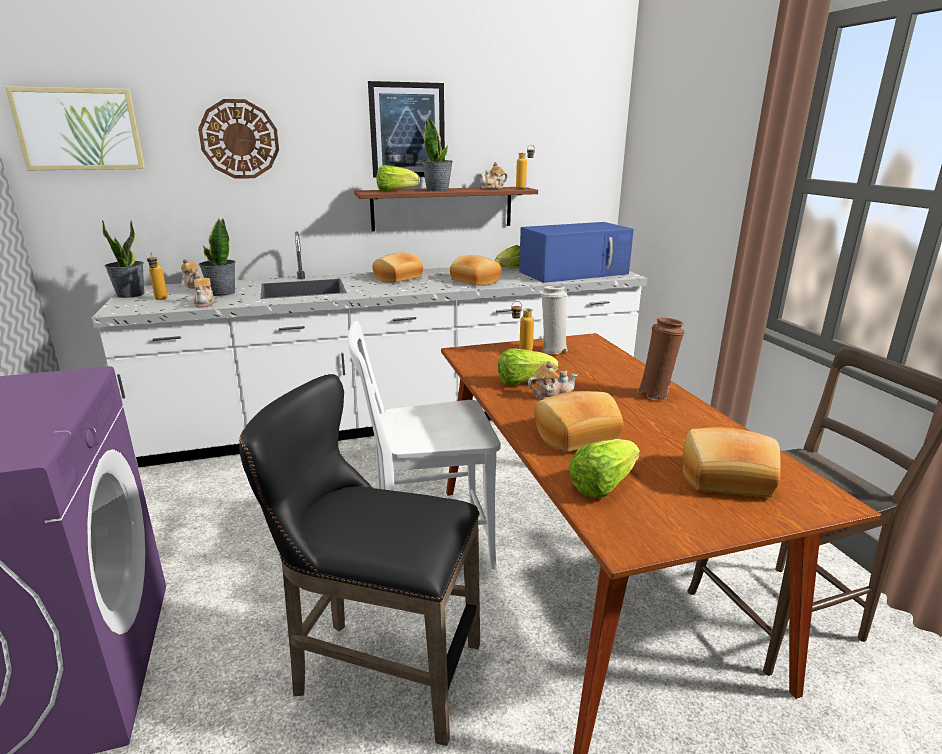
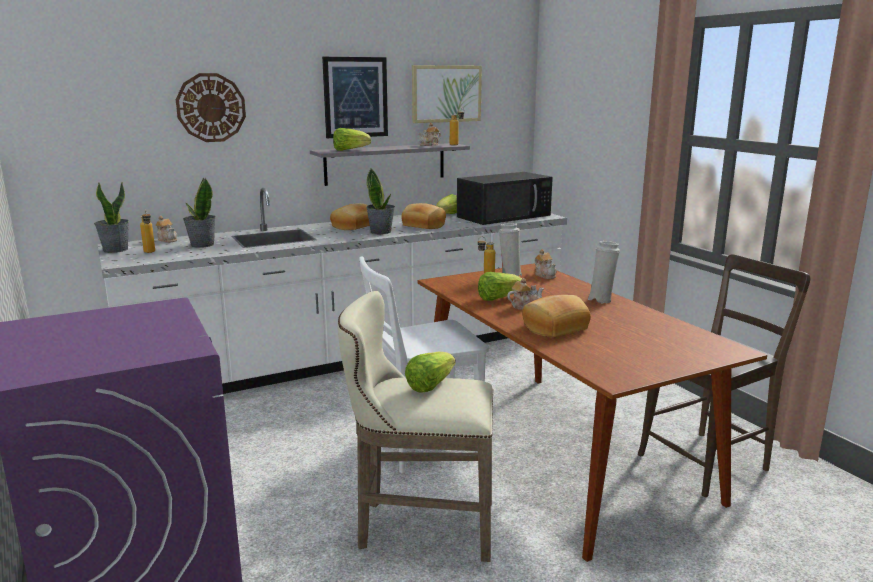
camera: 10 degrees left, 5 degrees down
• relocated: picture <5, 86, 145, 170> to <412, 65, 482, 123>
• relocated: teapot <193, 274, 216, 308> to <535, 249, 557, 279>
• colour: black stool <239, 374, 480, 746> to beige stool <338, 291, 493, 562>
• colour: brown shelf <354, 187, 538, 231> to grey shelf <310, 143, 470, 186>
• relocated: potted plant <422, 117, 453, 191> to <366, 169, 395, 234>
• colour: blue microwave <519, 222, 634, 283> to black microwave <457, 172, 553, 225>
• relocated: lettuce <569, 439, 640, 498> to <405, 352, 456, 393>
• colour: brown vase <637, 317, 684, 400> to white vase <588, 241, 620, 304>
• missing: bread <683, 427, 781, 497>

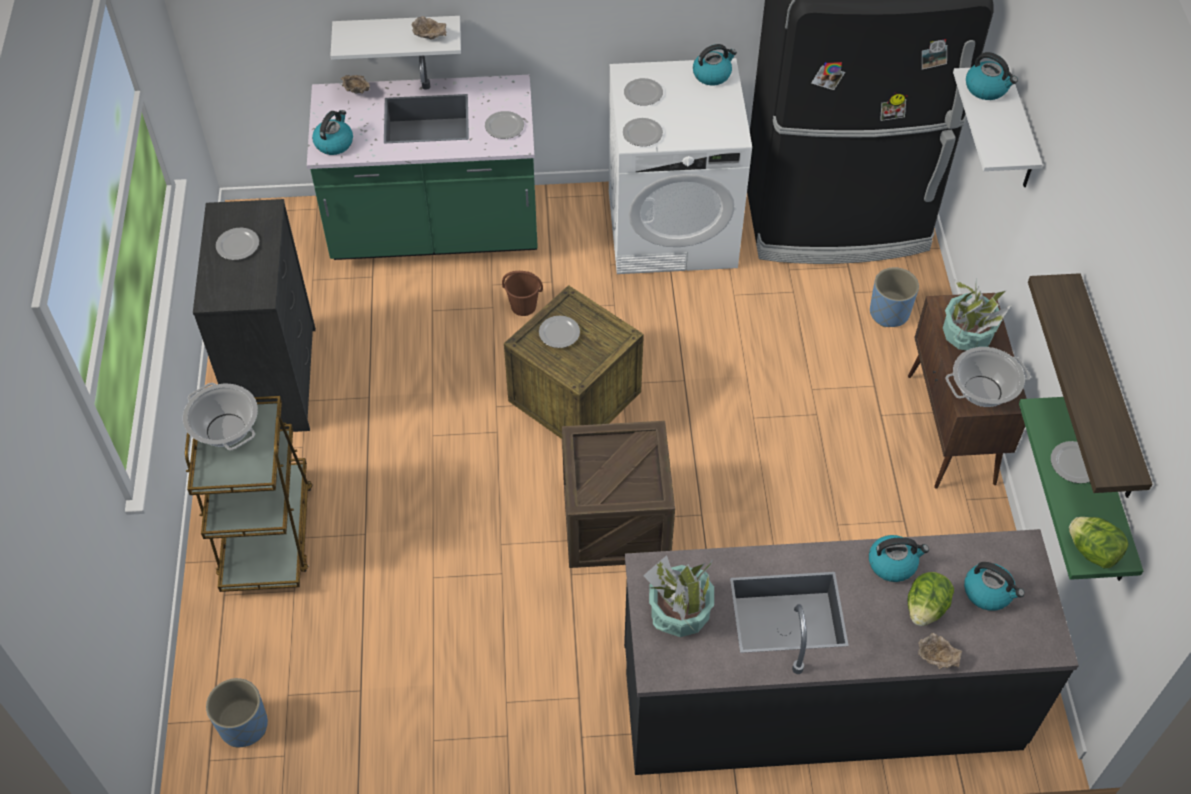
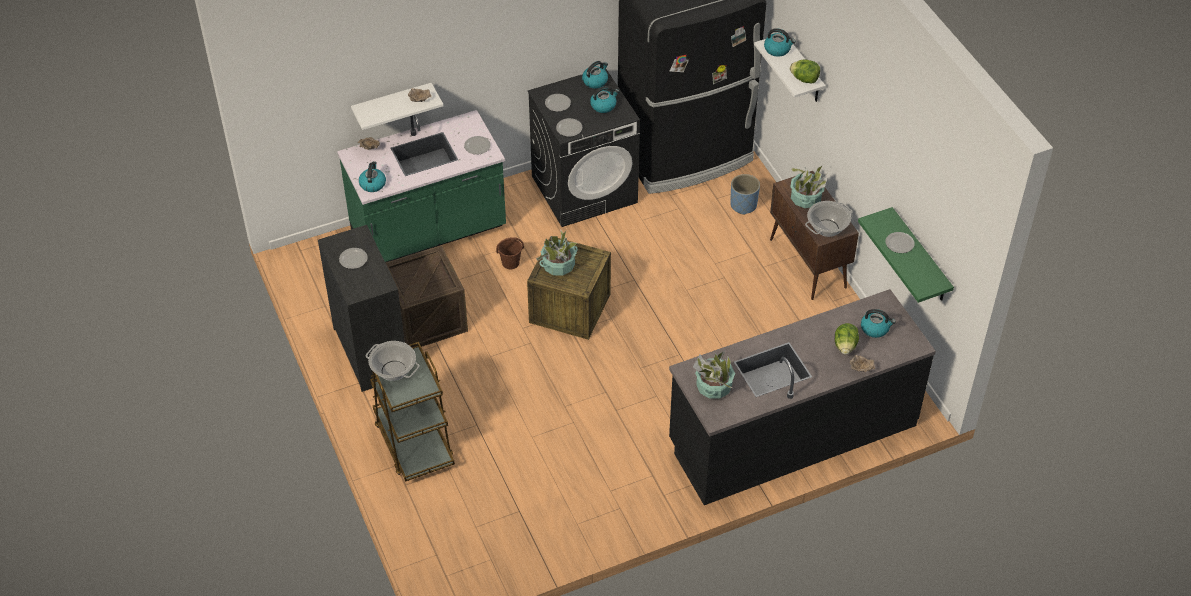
camera: 20 degrees left, 5 degrees down
• missing: blue planter <206, 678, 268, 747>
• exchanged: plate <539, 316, 580, 348> to potted plant <536, 229, 578, 276>
• relocated: crate <562, 421, 675, 568> to <386, 245, 468, 347>
• colour: white washing machine <609, 58, 752, 274> to black washing machine <528, 69, 640, 227>
• relocated: kettle <869, 535, 929, 582> to <590, 86, 619, 113>
• missing: shelf <1028, 273, 1152, 498>
• relocated: lettuce <1069, 517, 1128, 568> to <790, 60, 820, 84>

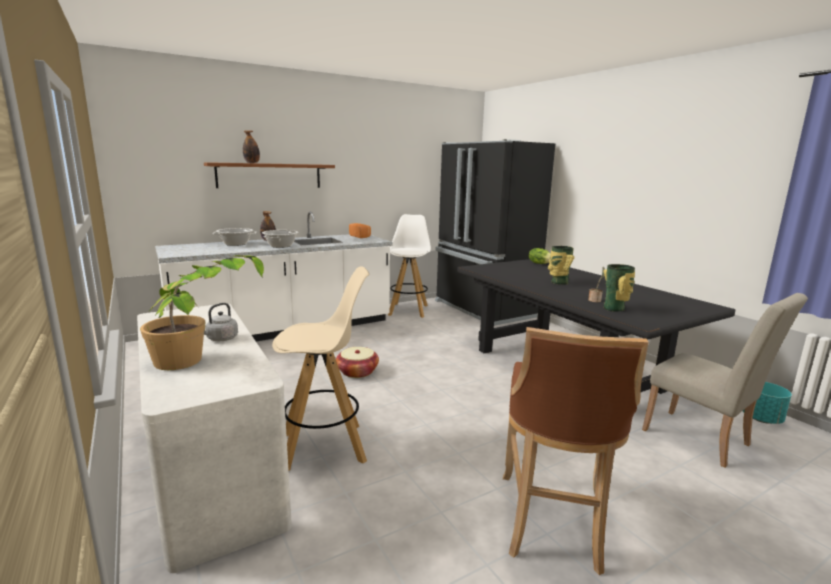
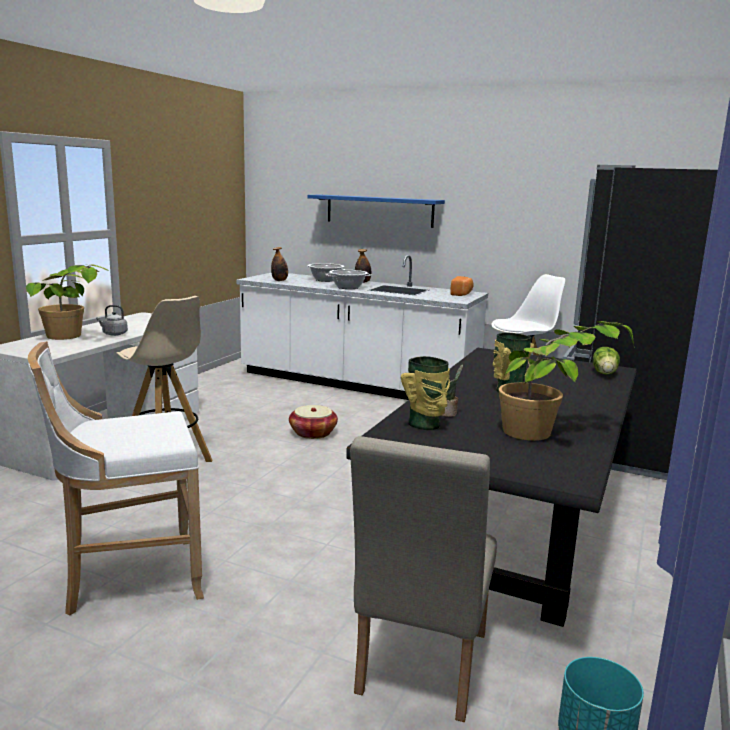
camera: 55 degrees right, 0 degrees up
• colour: brown shelf <204, 162, 335, 188> to blue shelf <308, 195, 445, 228>
• relocated: bottle <243, 130, 260, 163> to <271, 247, 288, 281>
• colour: brown stool <503, 327, 649, 575> to white stool <28, 341, 204, 616>
• appeared: potted plant <499, 321, 635, 441>

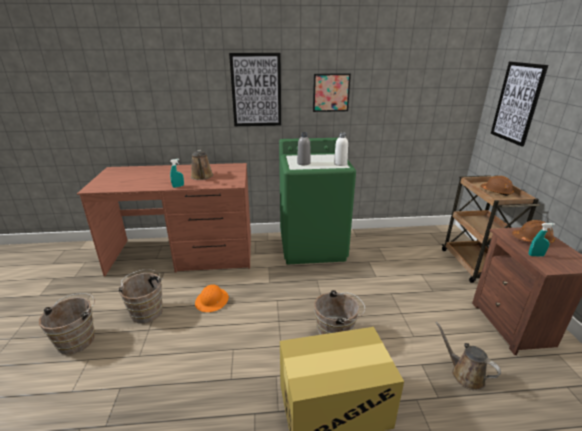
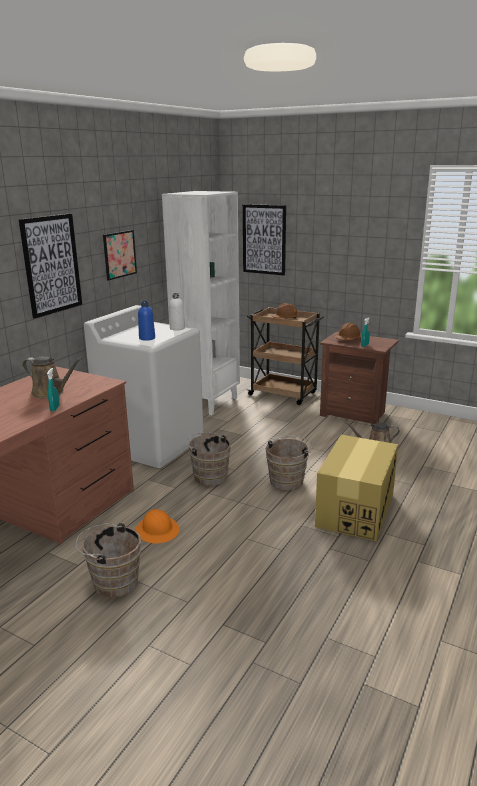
camera: 55 degrees left, 5 degrees down
• relocated: brown bucket <39, 293, 95, 355> to <185, 432, 231, 486>
• colour: green washing machine <279, 138, 356, 264> to white washing machine <84, 305, 203, 468>
• colour: grey bottle <297, 132, 311, 165> to blue bottle <138, 301, 155, 341>
• appeared: white bookcase <162, 191, 240, 415>

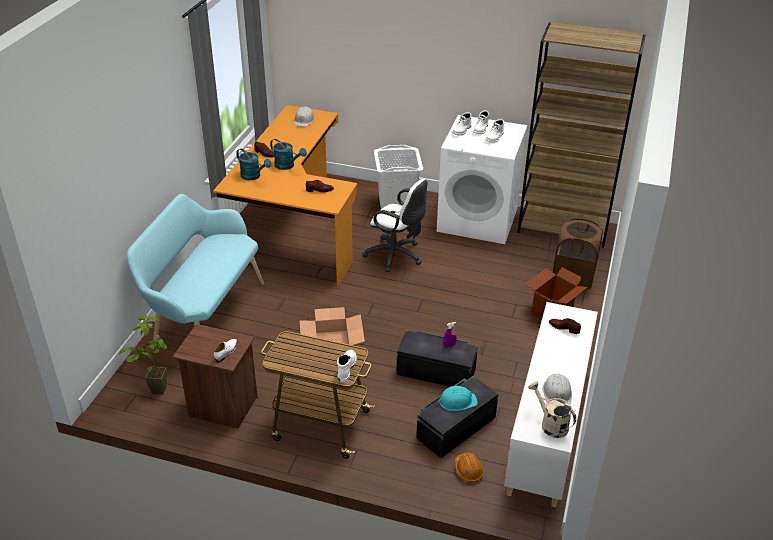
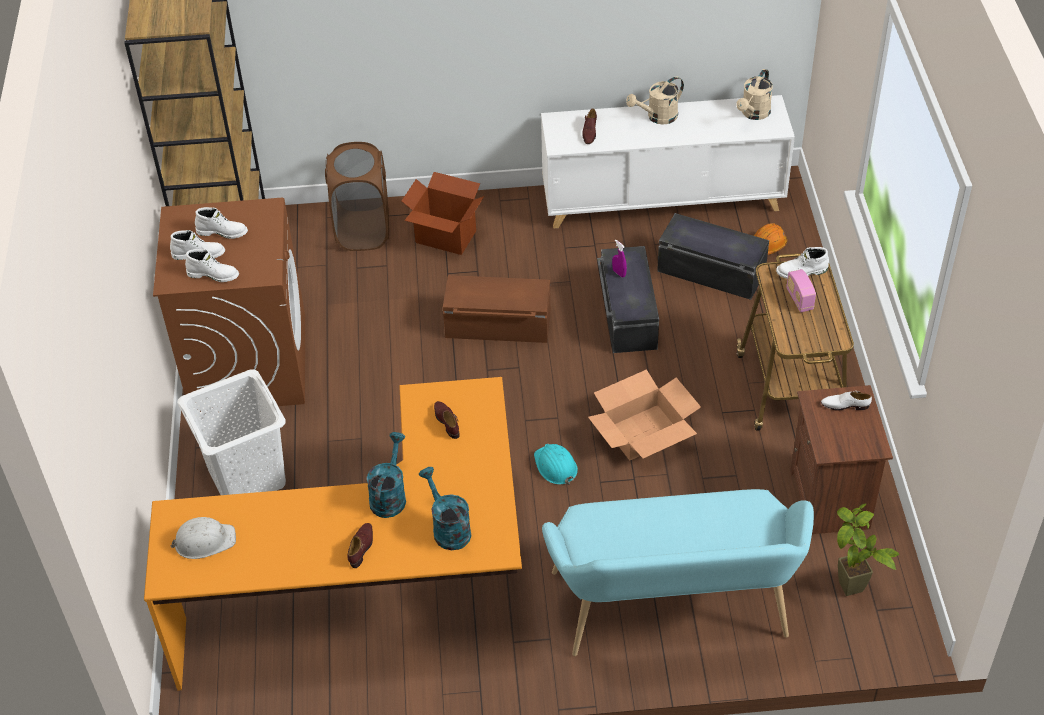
camera: 110 degrees left, 10 degrees up
• spun: turquoise watering can <236, 149, 272, 180> = <419, 467, 471, 550> 45 degrees counterclockwise
• missing: white office chair <363, 179, 428, 272>
• colour: white washing machine <437, 115, 528, 244> to brown washing machine <153, 198, 305, 412>
• relocated: turquoise hard hat <437, 386, 478, 411> to <534, 444, 578, 485>
• missing: white hard hat <543, 373, 572, 403>
• appeared: brown storage box <443, 275, 551, 343>
• appeared: beige watering can <626, 76, 684, 124>
• appeared: radio <786, 269, 816, 312>

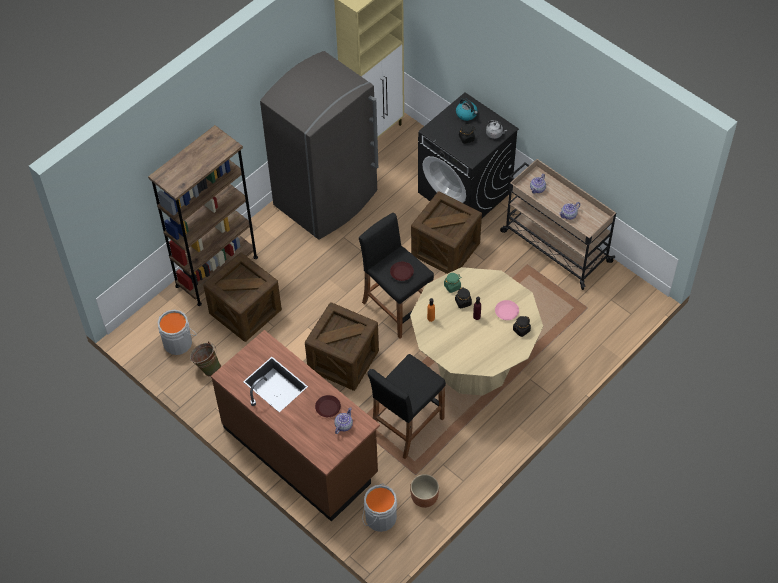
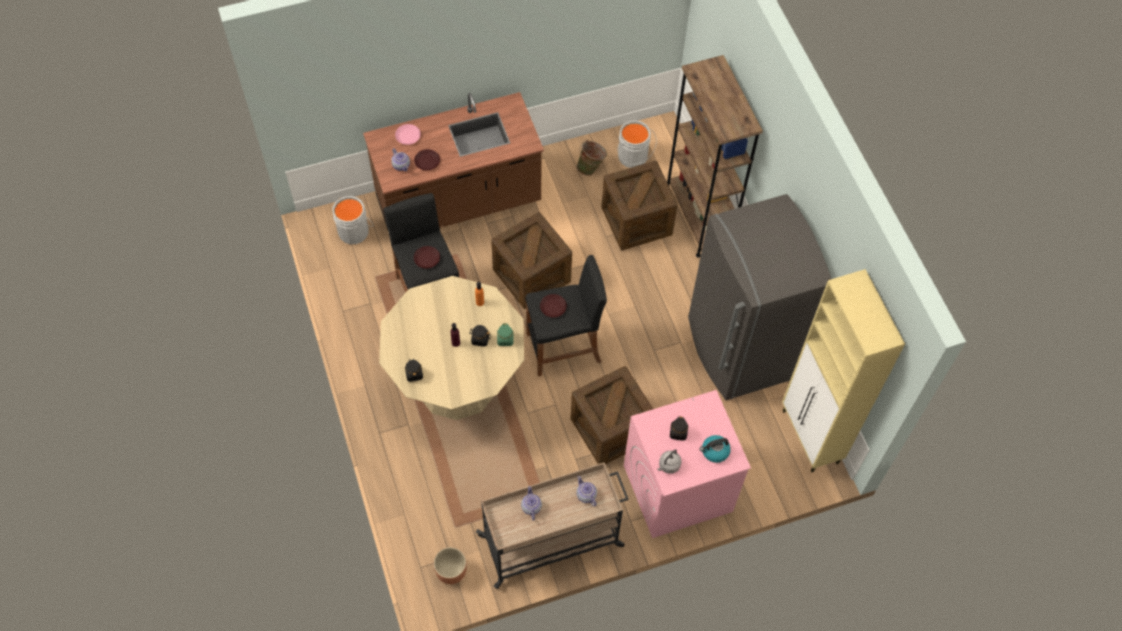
camera: 115 degrees right, 5 degrees up
• relocated: brown planter <410, 474, 439, 508> to <434, 547, 467, 584>
• colour: black washing machine <418, 92, 519, 218> to pink washing machine <624, 390, 751, 538>
• relocated: pink plate <495, 300, 519, 320> to <395, 124, 421, 145>
• appeared: brown plate <414, 246, 440, 269>

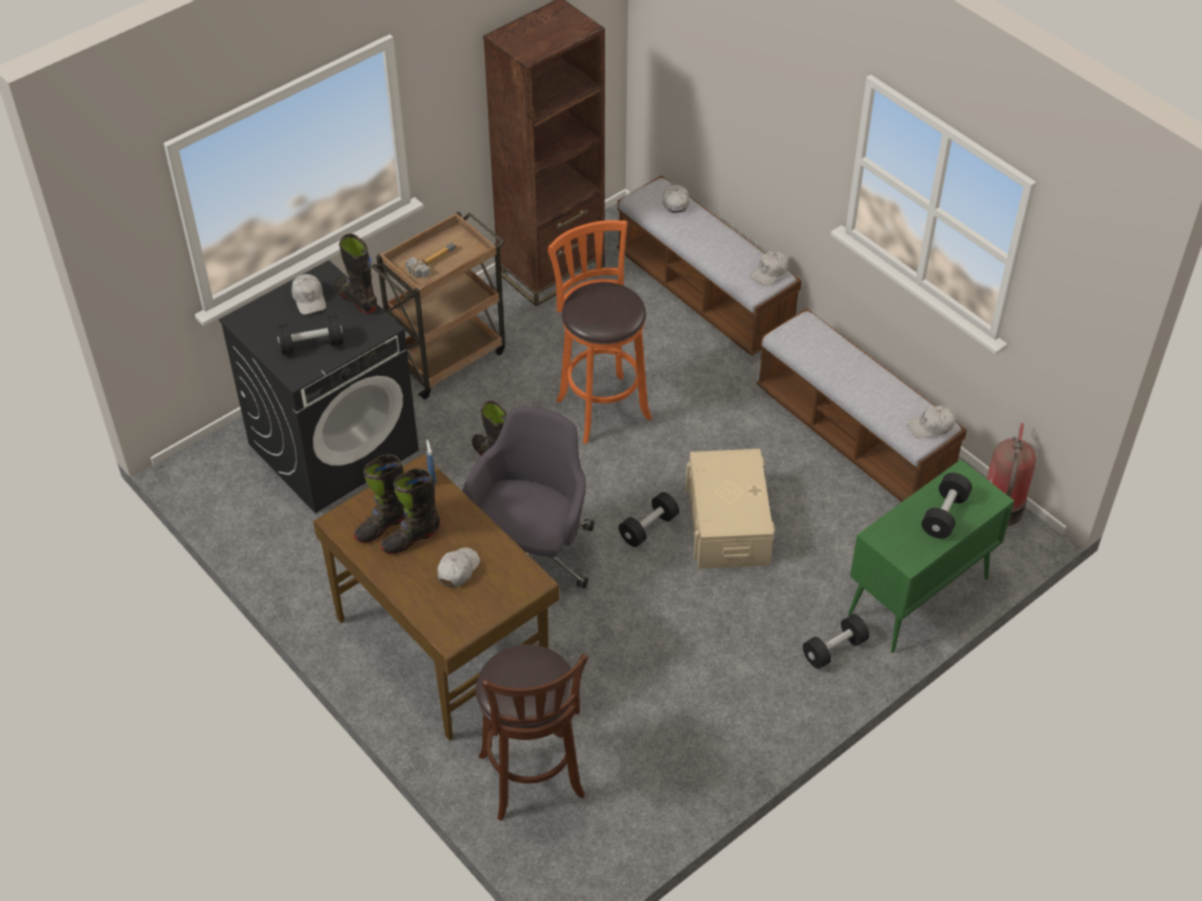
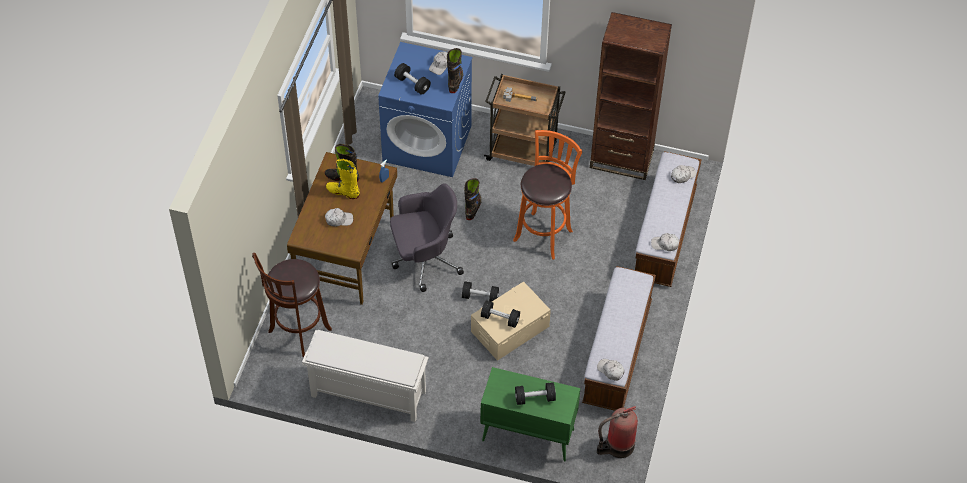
camera: 55 degrees right, 5 degrees up
• colour: black washing machine <219, 260, 419, 513> to blue washing machine <378, 42, 472, 177>
• colour: black boot <380, 468, 440, 554> to yellow boot <326, 158, 360, 199>
• relocated: black dumbbell <803, 614, 869, 669> to <481, 300, 520, 328>
• appeared: white shoe rack <302, 330, 429, 422>

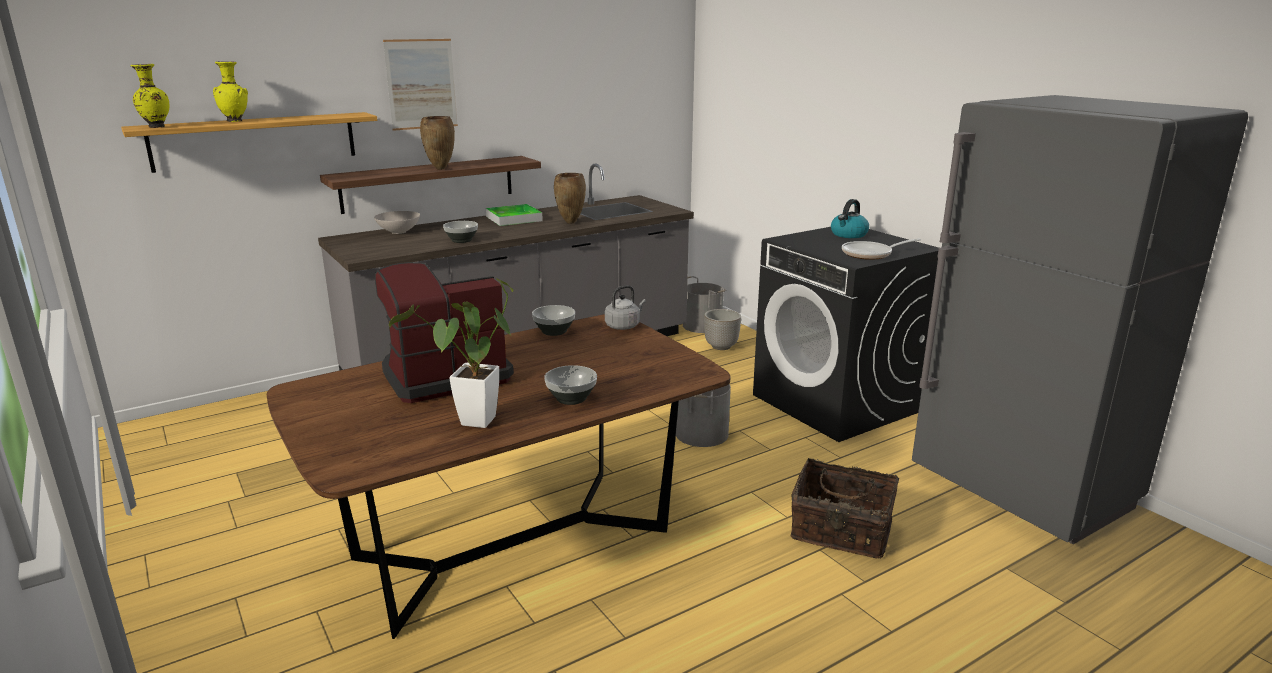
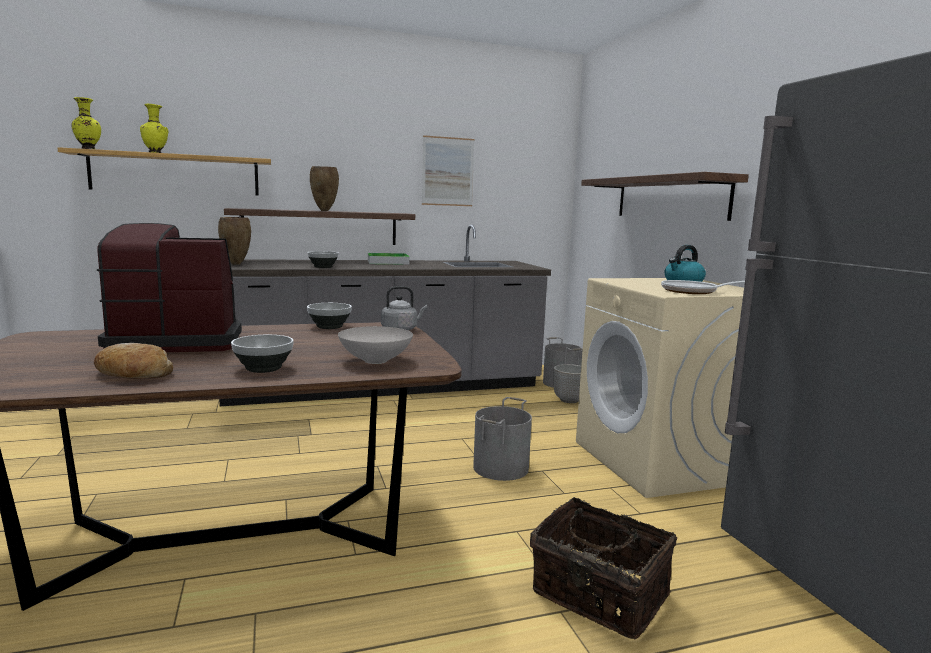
camera: 15 degrees right, 10 degrees down
• relocated: white bowl <374, 211, 420, 234> to <338, 326, 413, 364>
• relocated: picture <383, 39, 458, 131> to <422, 135, 475, 206>
• exchanged: potted plant <389, 278, 514, 428> to bread <94, 343, 173, 379>
• relocated: brown vase <554, 173, 586, 224> to <218, 217, 251, 265>
• colour: black washing machine <753, 227, 939, 442> to beige washing machine <576, 278, 744, 498>
• appeared: shelf <581, 172, 749, 221>

